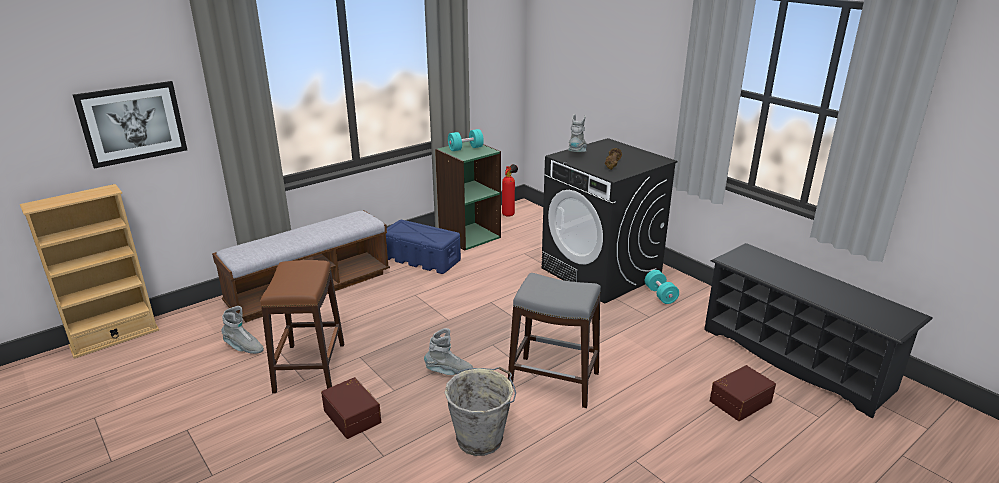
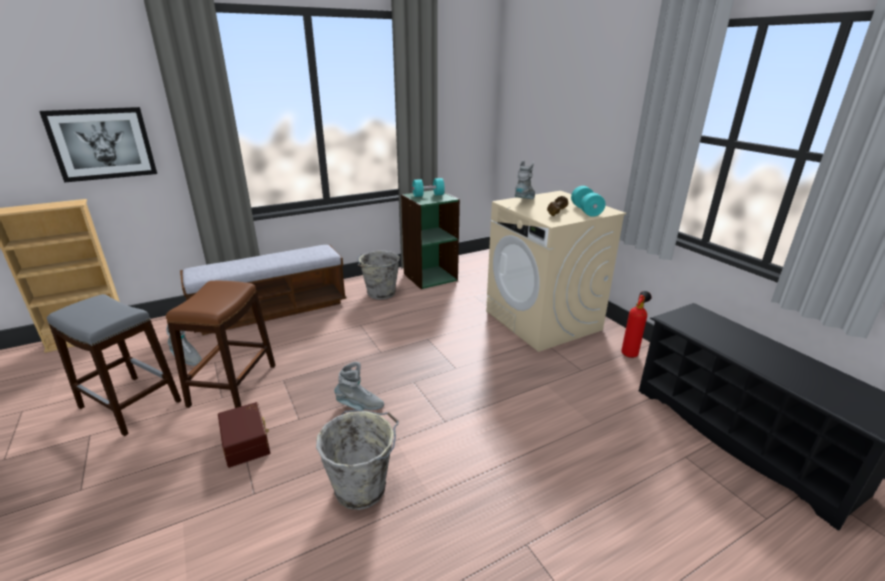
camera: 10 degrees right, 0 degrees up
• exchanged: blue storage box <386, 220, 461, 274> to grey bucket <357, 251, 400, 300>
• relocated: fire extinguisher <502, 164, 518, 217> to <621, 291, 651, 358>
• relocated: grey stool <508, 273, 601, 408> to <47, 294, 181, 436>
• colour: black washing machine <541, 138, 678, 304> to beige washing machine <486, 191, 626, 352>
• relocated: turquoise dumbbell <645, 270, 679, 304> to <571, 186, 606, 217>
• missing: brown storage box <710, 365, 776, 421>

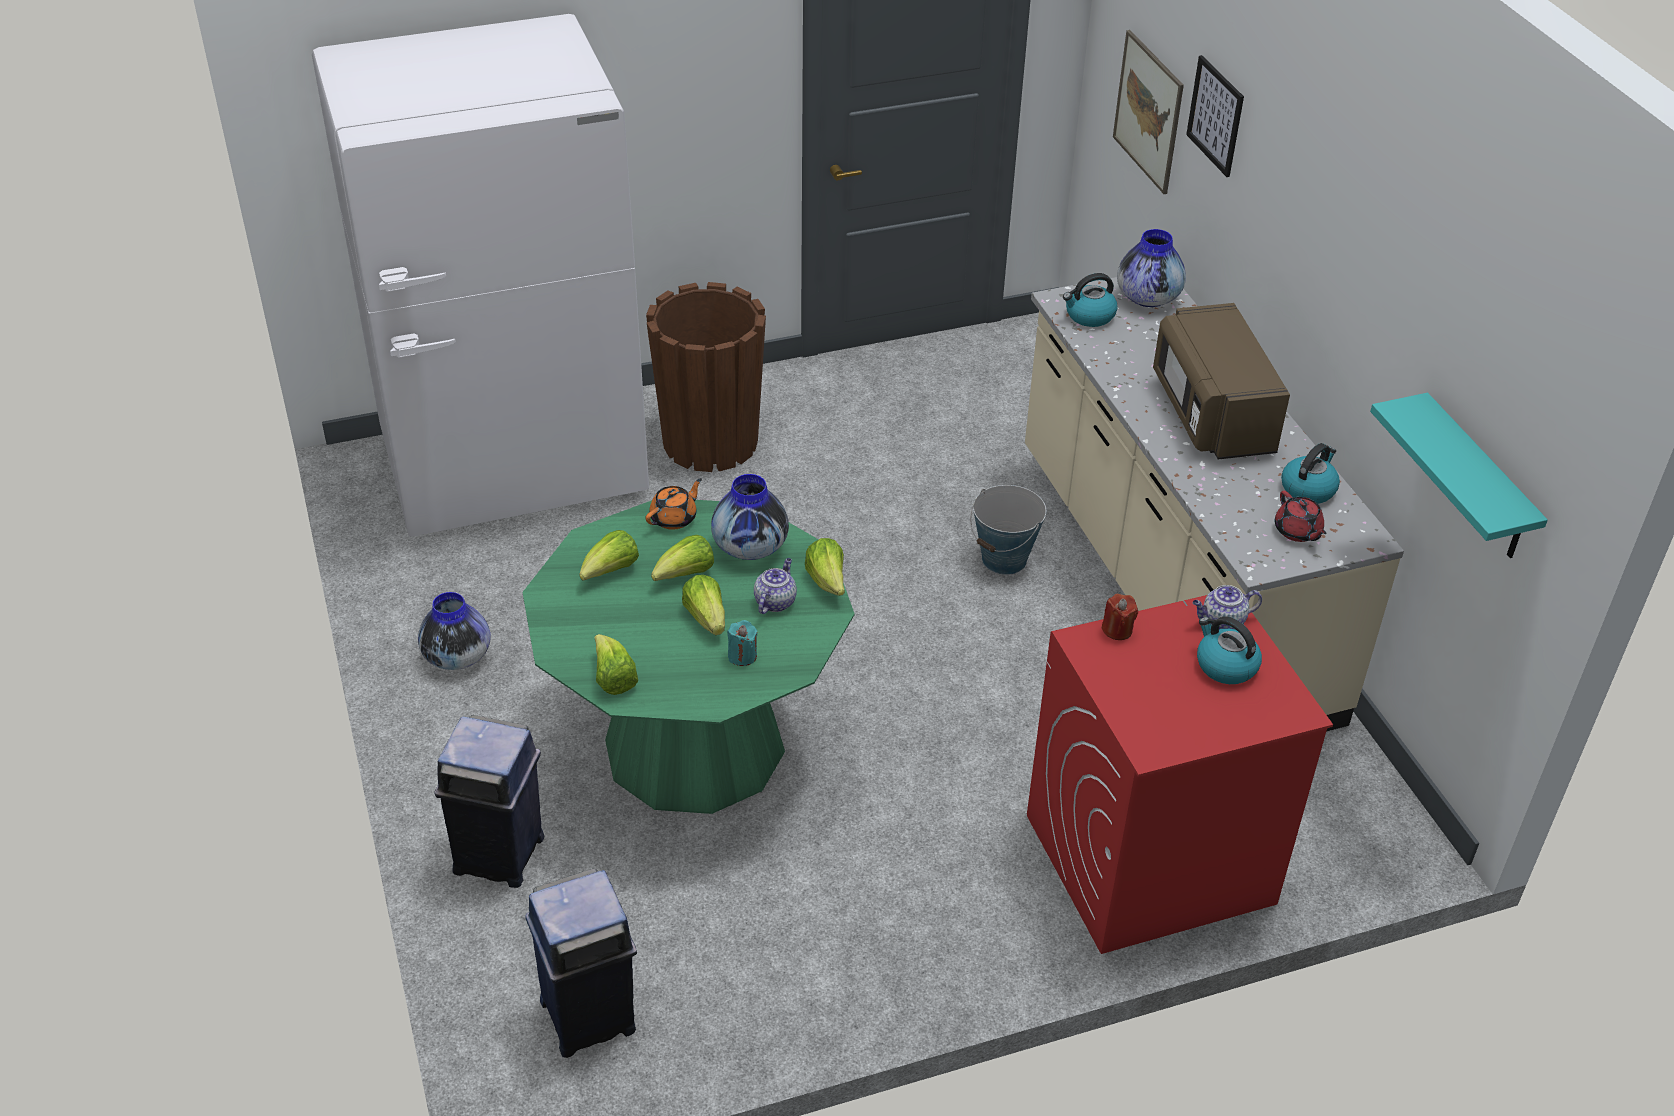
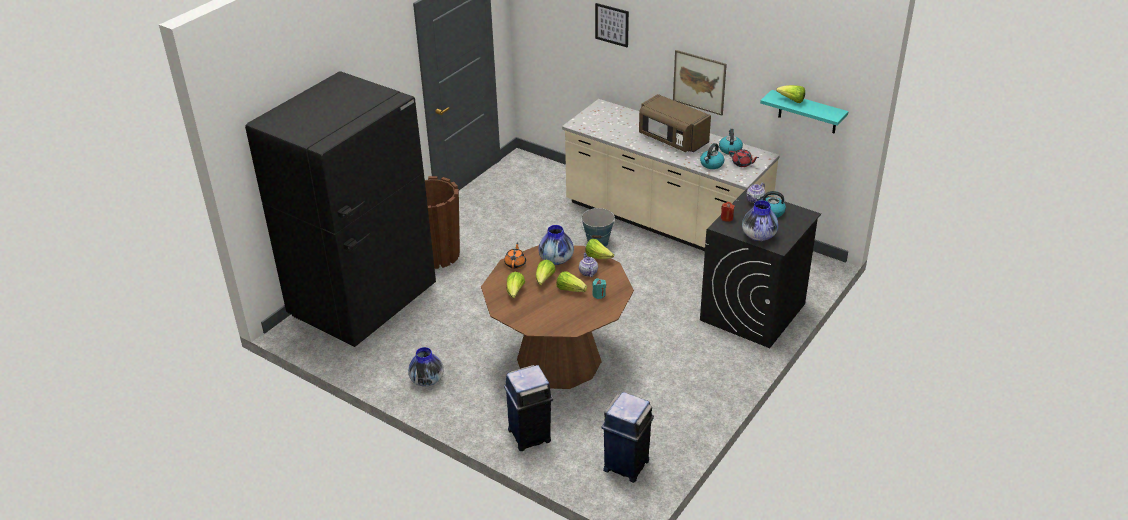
camera: 35 degrees left, 5 degrees down
• colour: white fridge <312, 14, 649, 537> to black fridge <245, 71, 436, 347>
• colour: green dining table <523, 500, 854, 814> to brown dining table <481, 245, 634, 389>
• relocated: lettuce <594, 634, 638, 695> to <776, 85, 805, 103>
• colour: red washing machine <1027, 595, 1333, 954> to black washing machine <700, 189, 821, 348>
• relocated: kettle <1063, 273, 1117, 327> to <700, 143, 724, 169>
• relocated: picture <1113, 30, 1184, 194> to <673, 50, 727, 115>
• relocated: vase <1117, 229, 1186, 307> to <742, 200, 779, 241>

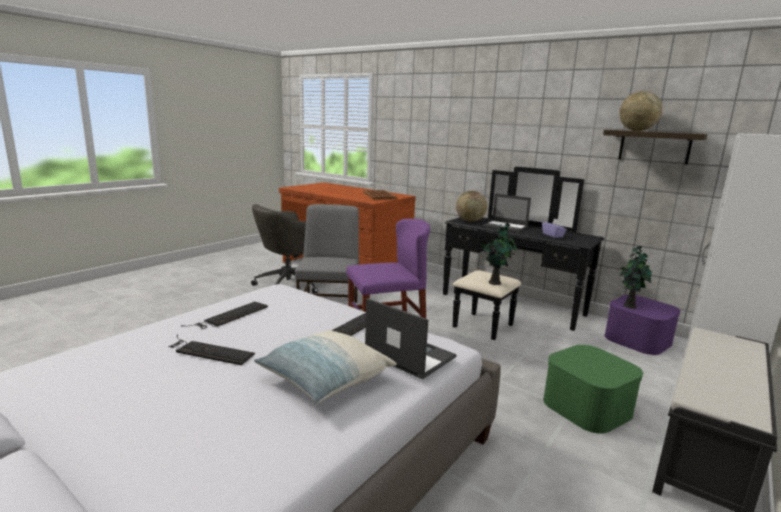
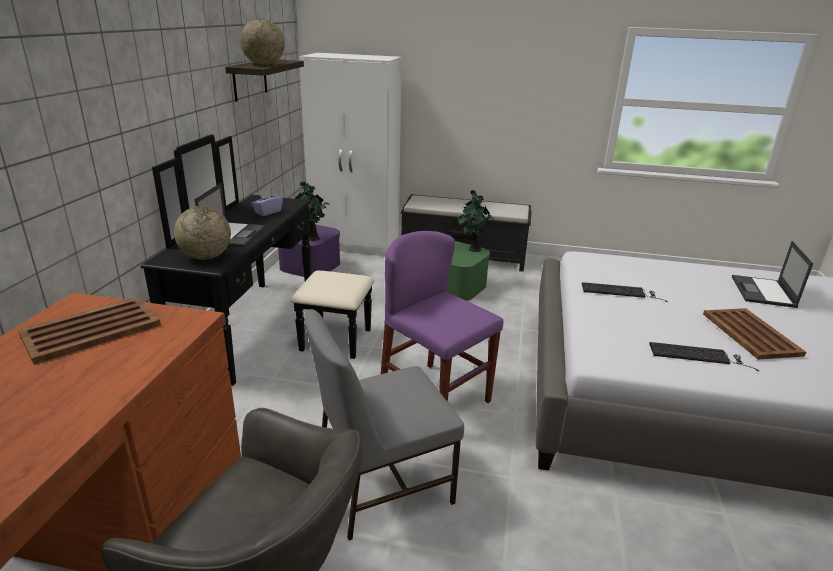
camera: 115 degrees left, 10 degrees up
• exchanged: keyboard <168, 334, 255, 365> to brown tray <703, 308, 806, 359>
• missing: pillow <254, 331, 397, 403>
• relocated: laptop <365, 298, 457, 380> to <732, 241, 813, 308>
• relocated: potted plant <480, 223, 517, 285> to <458, 190, 494, 252>

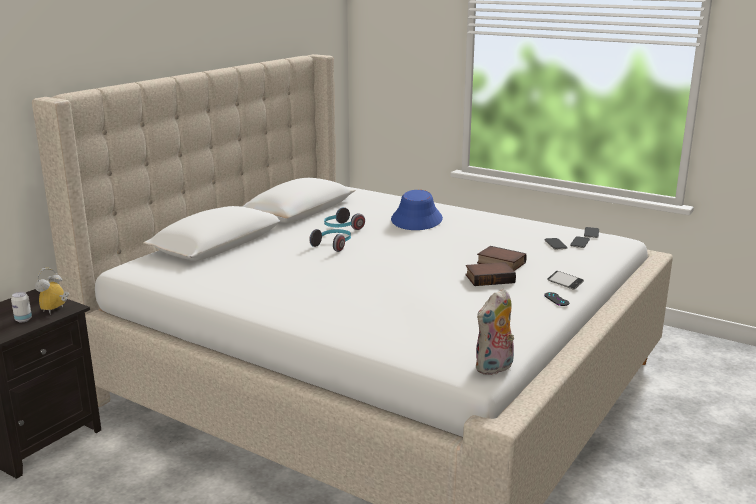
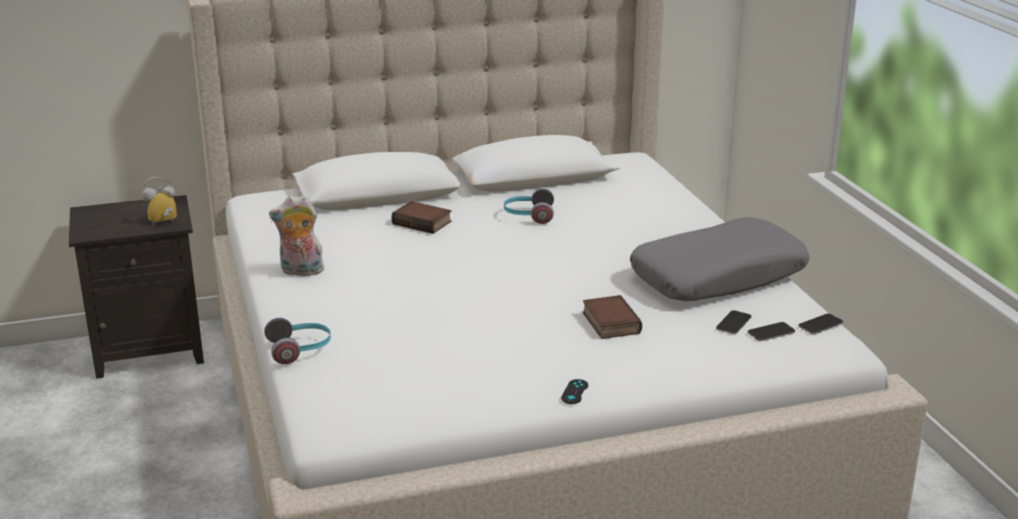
camera: 40 degrees right, 5 degrees up
• missing: can <11, 292, 32, 322>
• relocated: headphones <309, 229, 351, 252> to <264, 318, 331, 364>
• missing: blue hat <391, 190, 443, 230>
• relocated: book <465, 262, 516, 286> to <392, 201, 452, 234>
• relocated: plush toy <475, 288, 514, 376> to <269, 195, 324, 276>
• missing: phone <548, 271, 584, 290>
• appeared: grey pillow <630, 217, 809, 301>

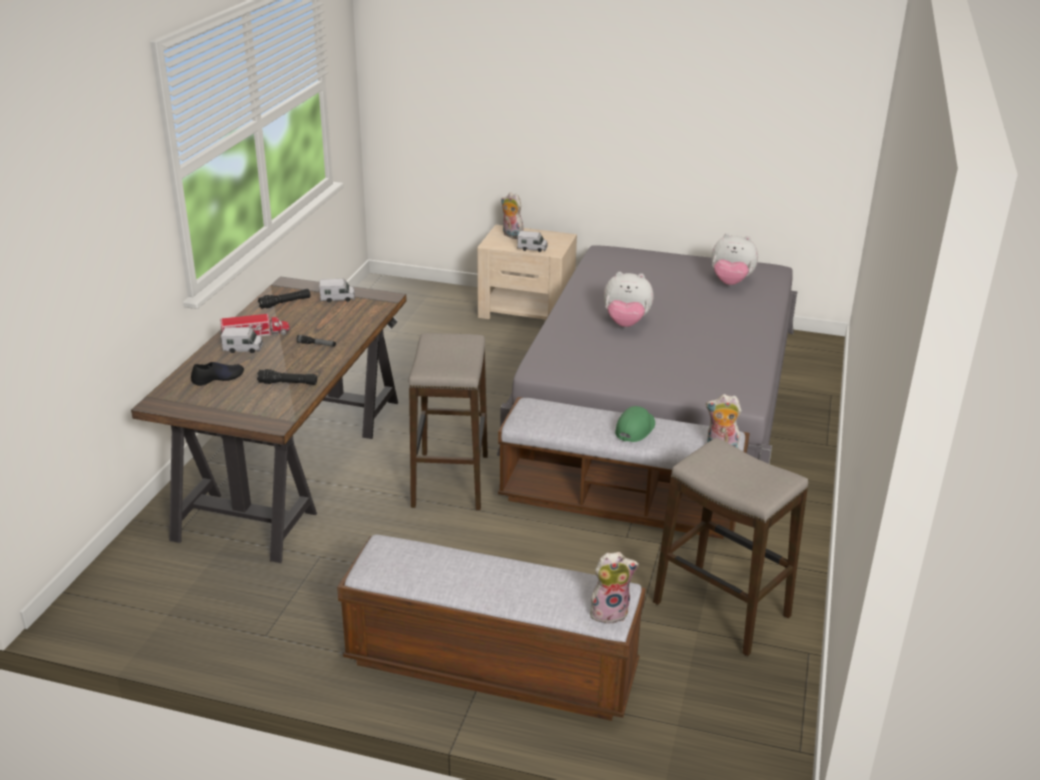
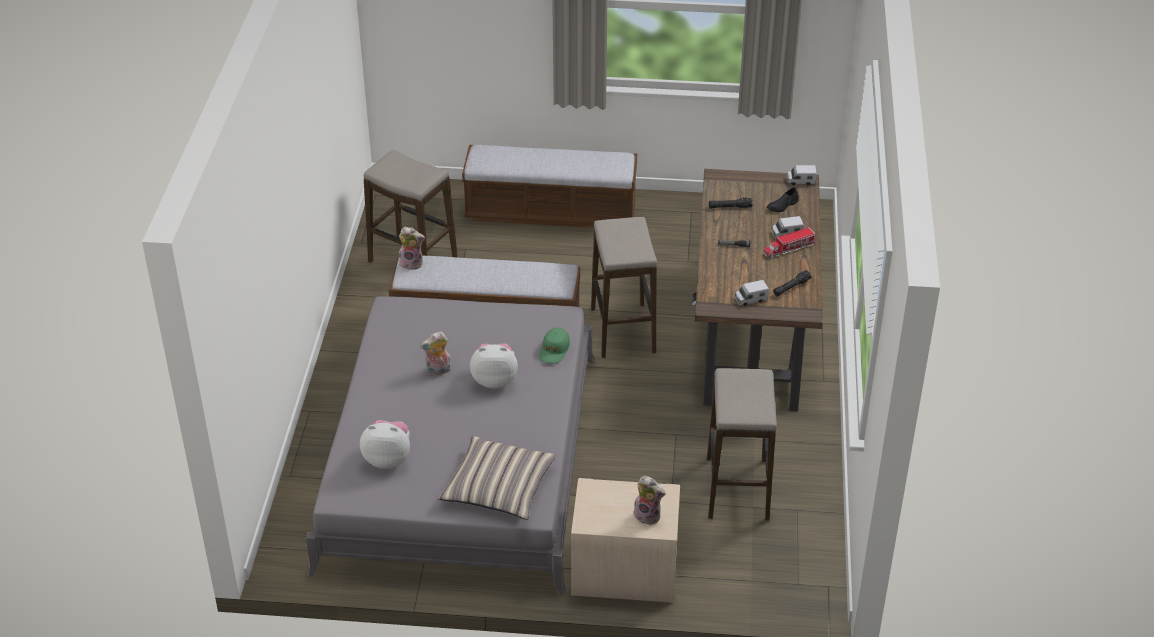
camera: 170 degrees right, 10 degrees up
• relocated: toy truck <517, 231, 548, 252> to <786, 165, 817, 185>
• relocated: plush toy <590, 552, 639, 624> to <420, 331, 451, 376>
• relocated: green cap <615, 406, 655, 442> to <539, 328, 570, 364>
• appeared: pillow <438, 436, 556, 520>
• appeared: stool <707, 368, 777, 520>

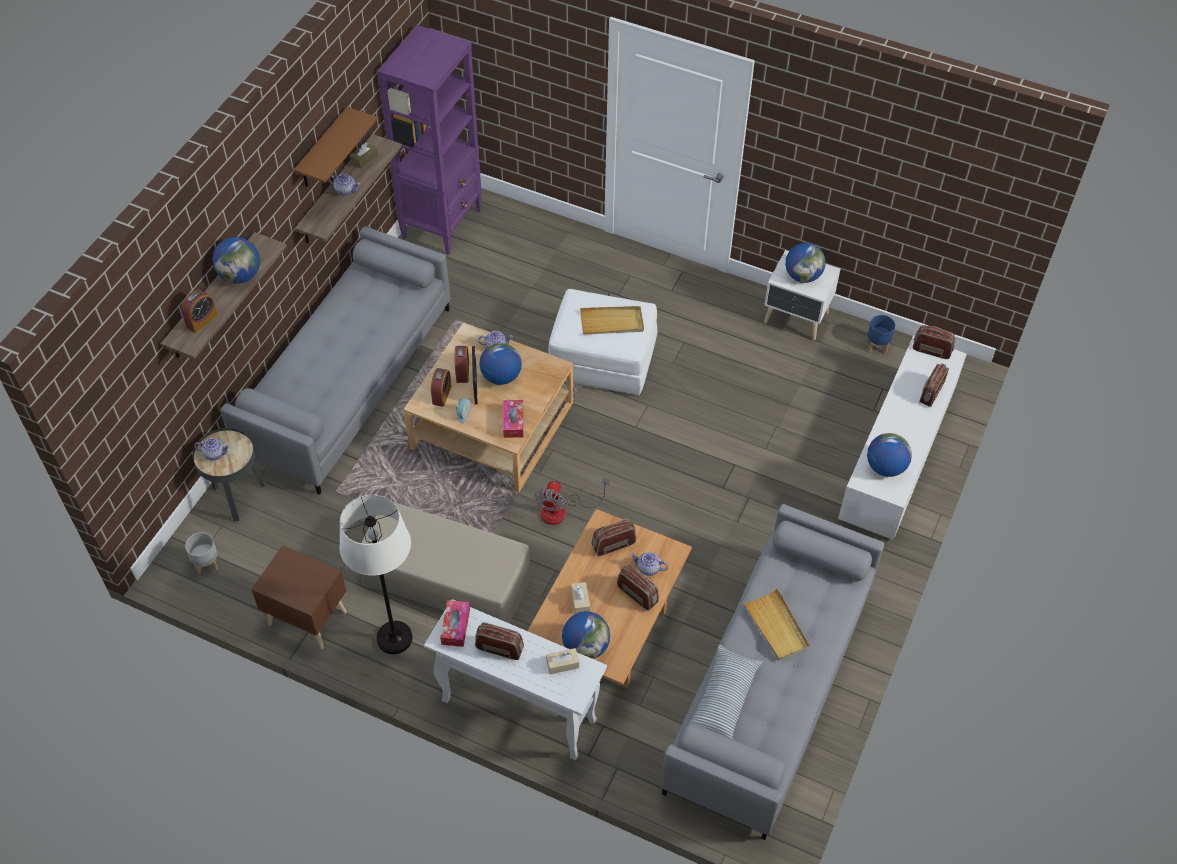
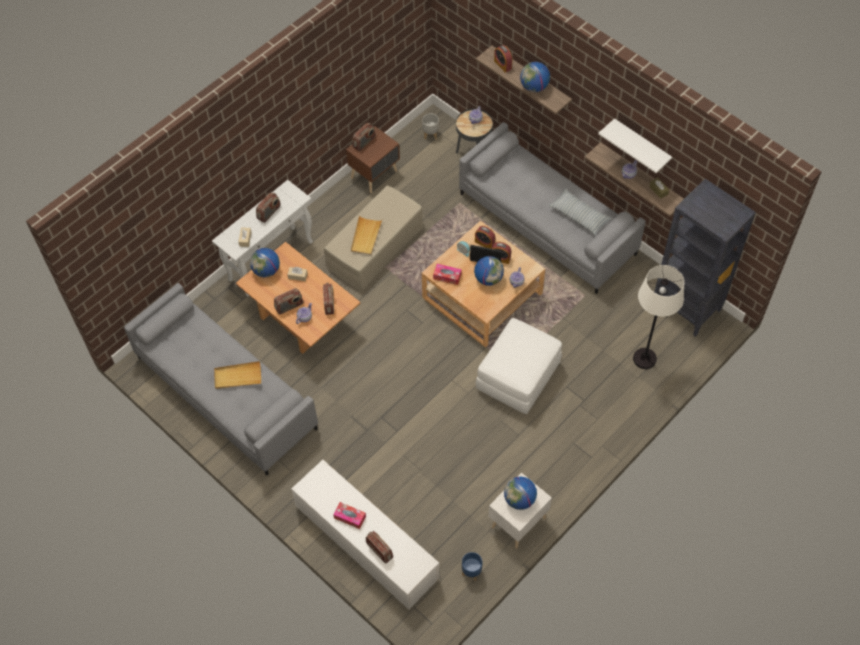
camera: 110 degrees right, 5 degrees up
• colour: brown shelf <294, 107, 378, 187> to white shelf <598, 118, 672, 173>
• relocated: white floor lamp <339, 495, 413, 654> to <633, 265, 684, 369>
• colour: purple bookcase <377, 25, 482, 255> to black bookcase <654, 179, 756, 337>
• relocated: tissue box <440, 600, 470, 647> to <333, 502, 366, 529>
• missing: fan <534, 478, 609, 525>
• relocated: beige tray <580, 306, 644, 335> to <351, 216, 382, 255>
• relocated: pillow <688, 645, 763, 739> to <549, 188, 612, 236>
• missing: globe <867, 433, 912, 477>
• relocated: radio <913, 325, 955, 359> to <352, 123, 375, 151>

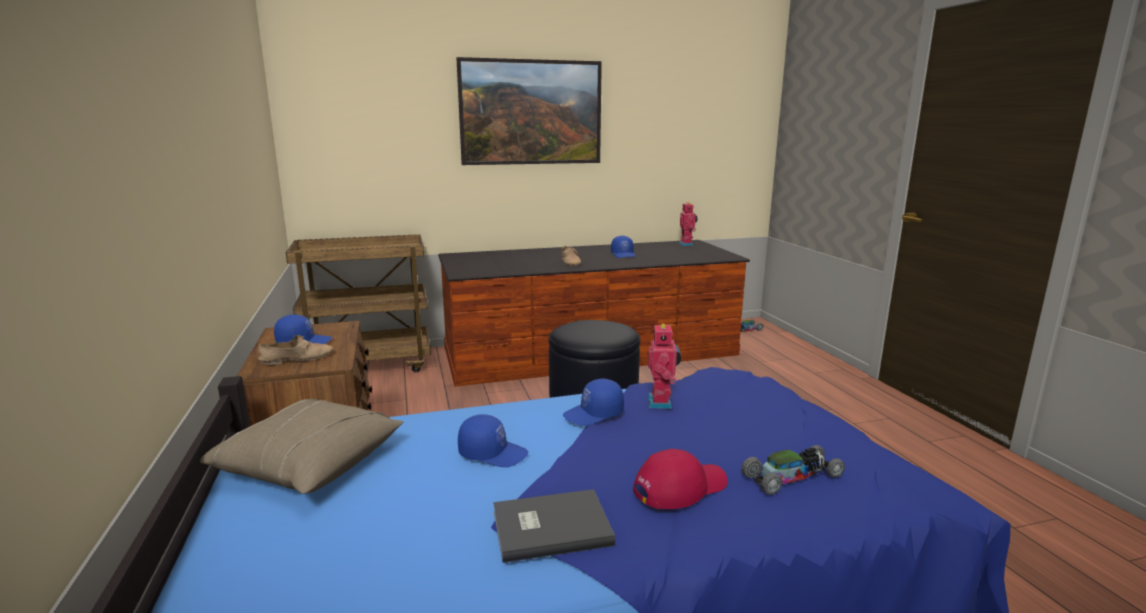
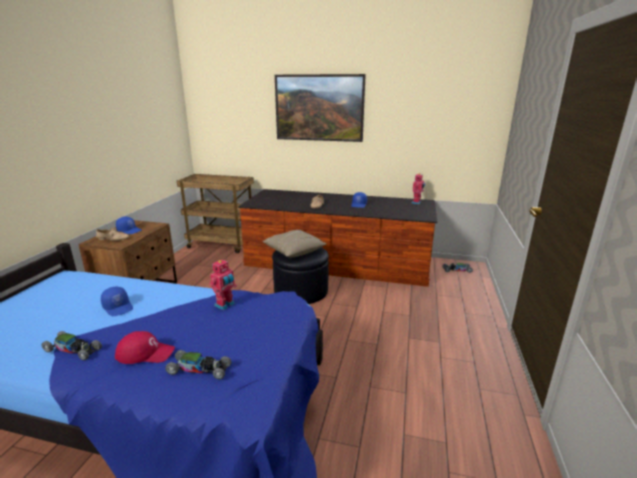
camera: 30 degrees right, 5 degrees up
• relocated: beige pillow <200, 399, 403, 494> to <262, 230, 327, 258>
• exchanged: grey book <493, 489, 615, 563> to toy car <41, 331, 102, 360>
• missing: blue cap <563, 379, 624, 426>

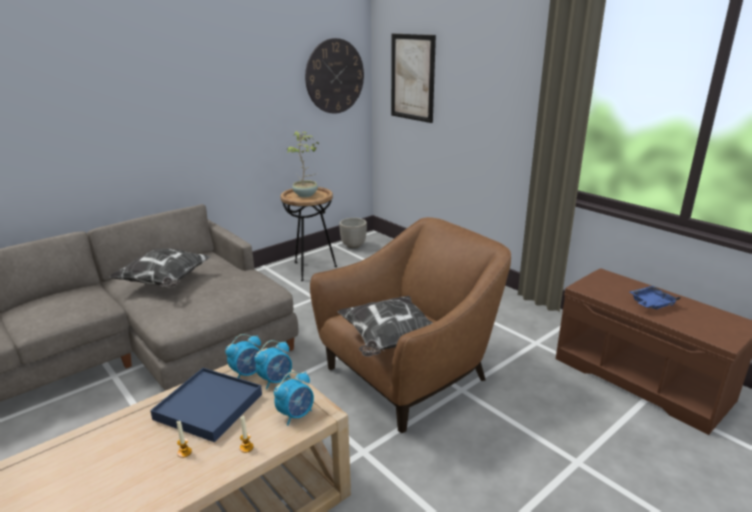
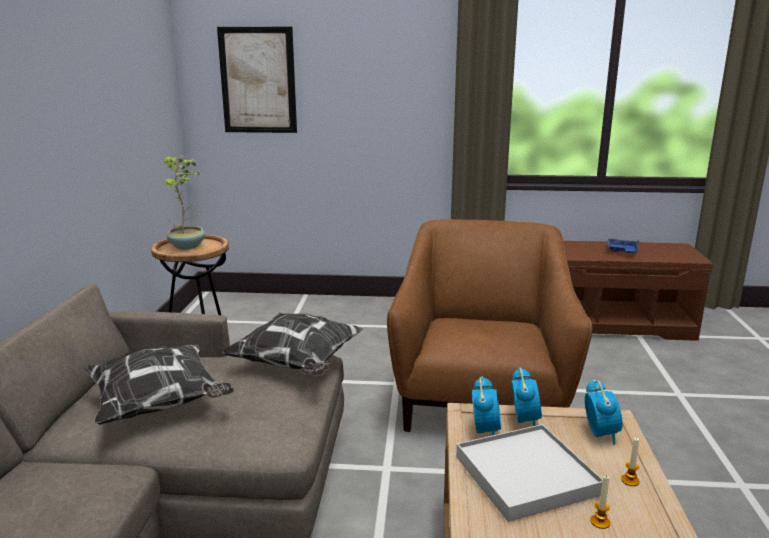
camera: 45 degrees left, 5 degrees down
• colour: blue tray <150, 368, 262, 442> to white tray <456, 424, 603, 522>
• missing: wall clock <305, 38, 364, 114>
• relocated: pillow <337, 296, 433, 357> to <222, 313, 363, 376>
• missing: planter <339, 218, 367, 248>

